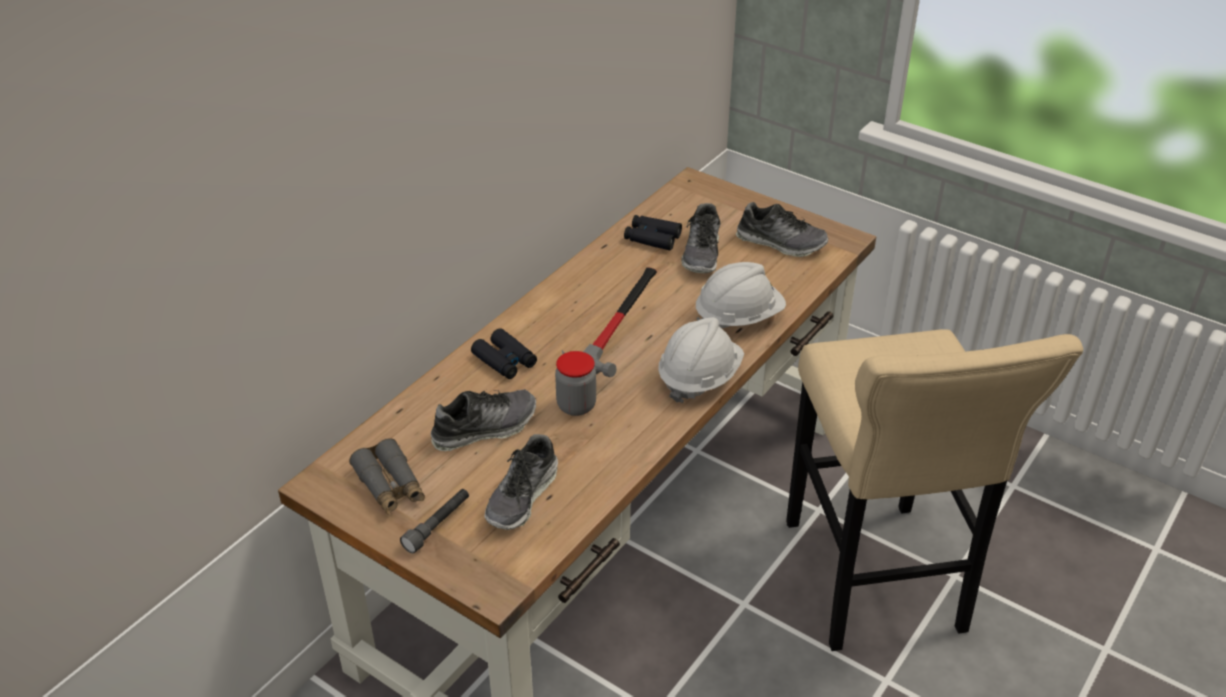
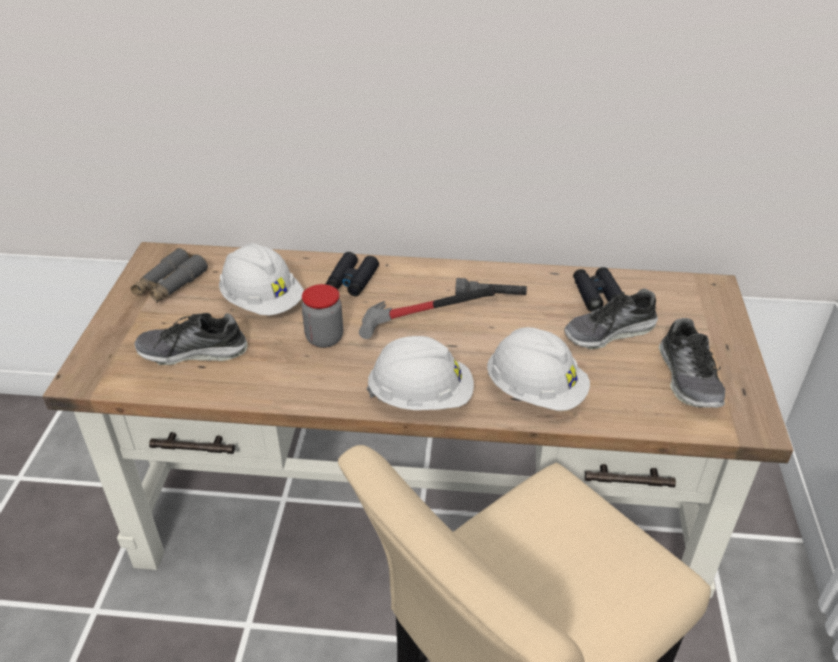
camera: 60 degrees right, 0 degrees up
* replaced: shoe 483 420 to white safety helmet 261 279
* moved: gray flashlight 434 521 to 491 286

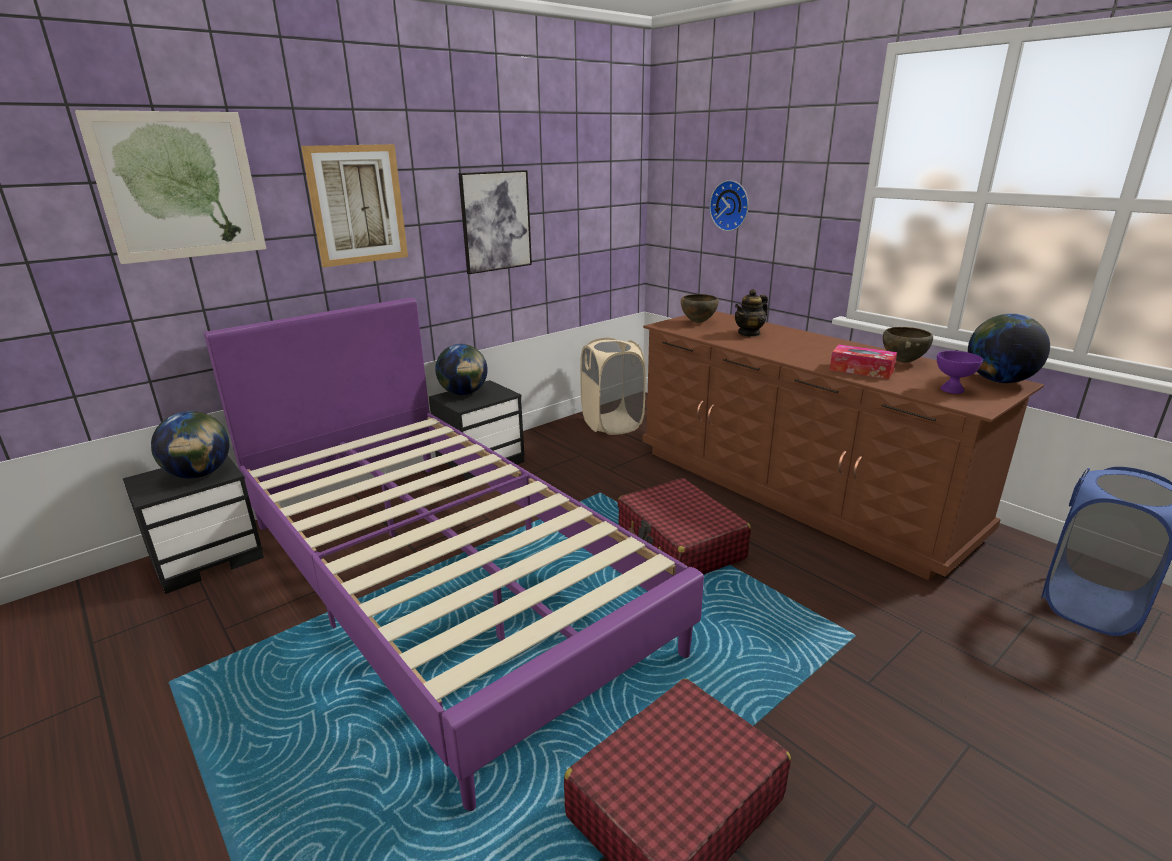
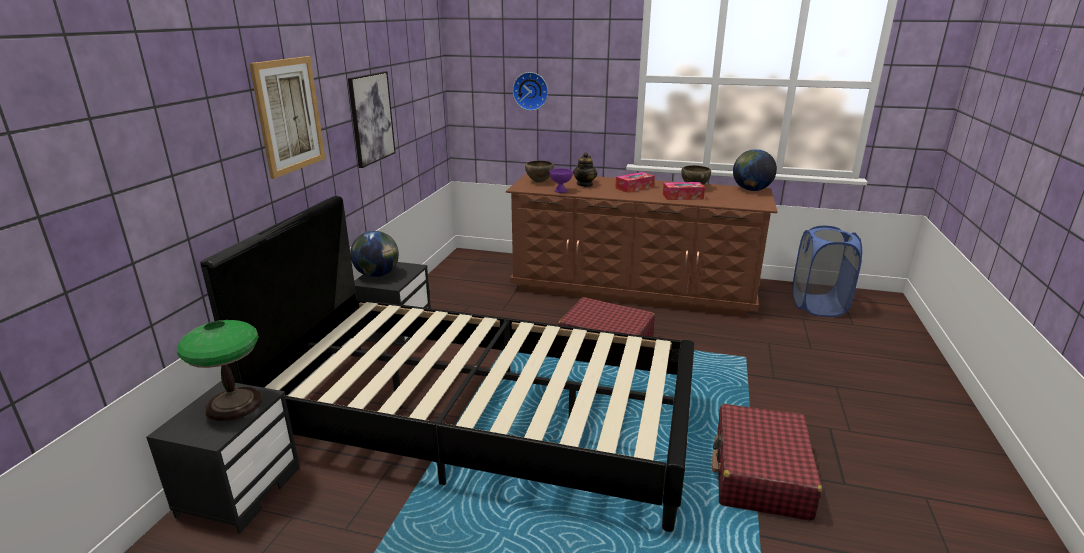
camera: 35 degrees left, 0 degrees up
* replaced: globe 190 444 to tabletop lamp 220 370
* recoloured: purple bed 454 554 to black-coloured bed 447 364
* moved: purple serving bowl 960 372 to 561 180
* added: tissue box 635 182
* removed: wall picture 170 187
* removed: beige-coloured hamper 613 386

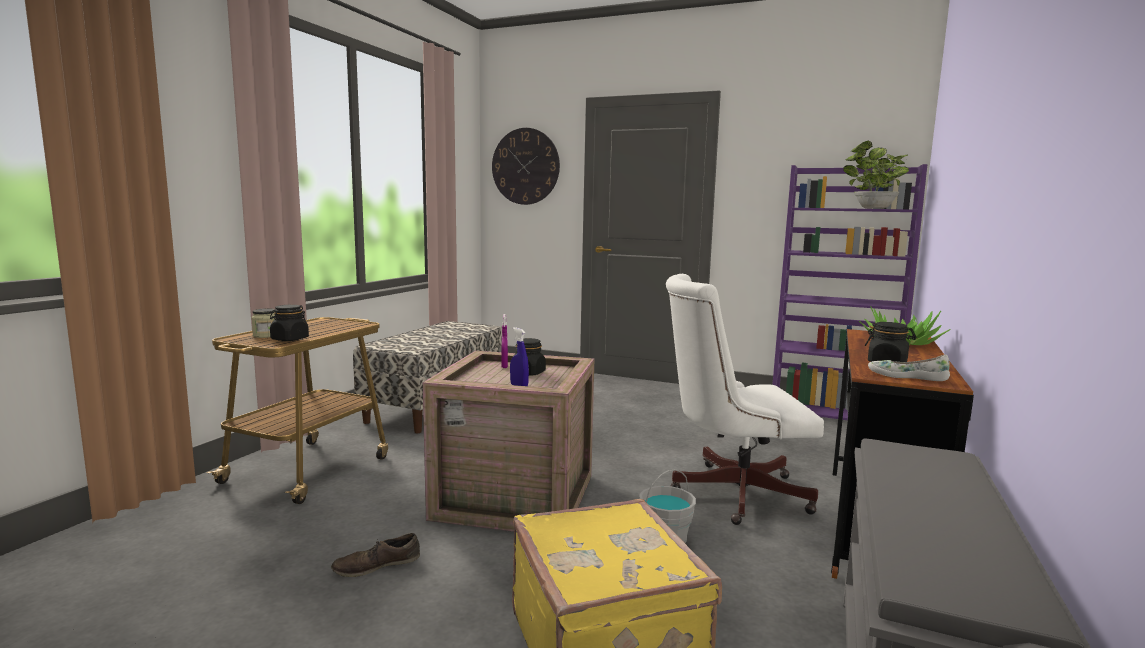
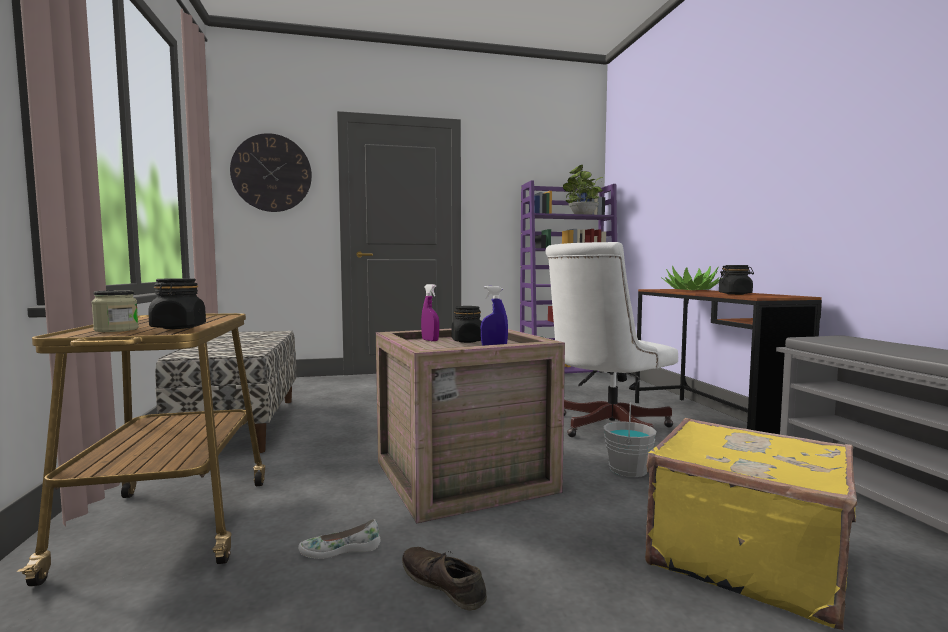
camera: 35 degrees left, 5 degrees down
* moved: white shoe 909 368 to 339 539
* turned: brownish shoe 375 555 = 444 578 105 degrees clockwise

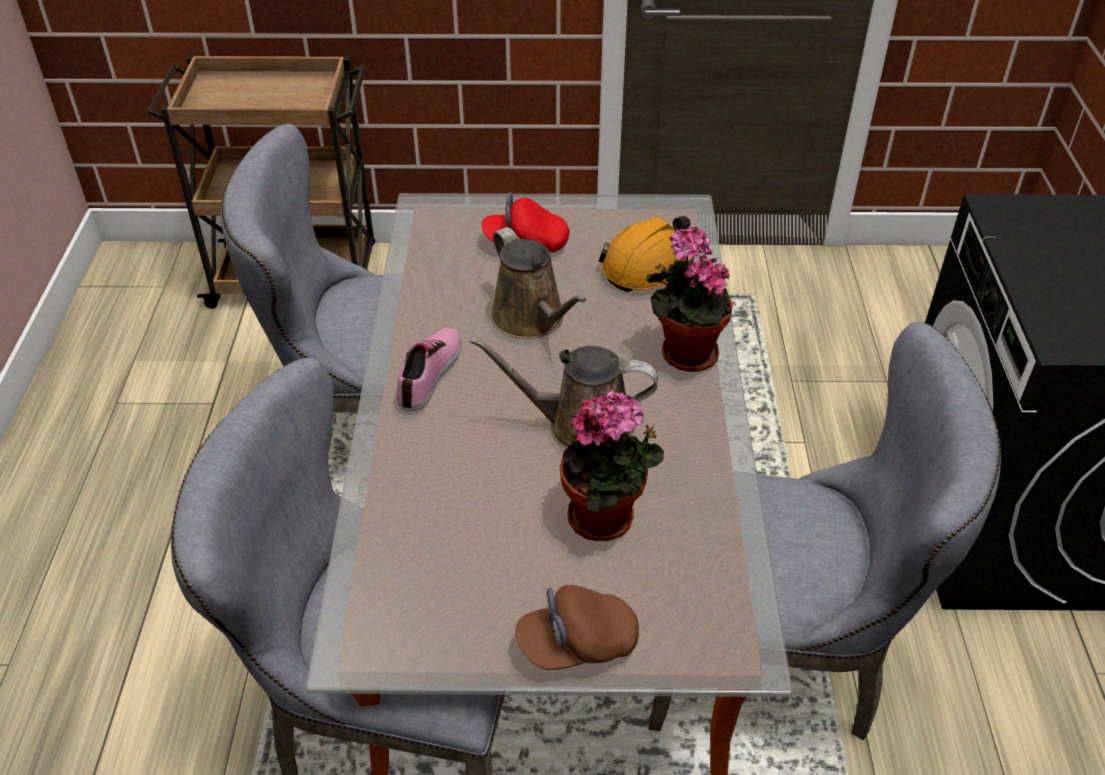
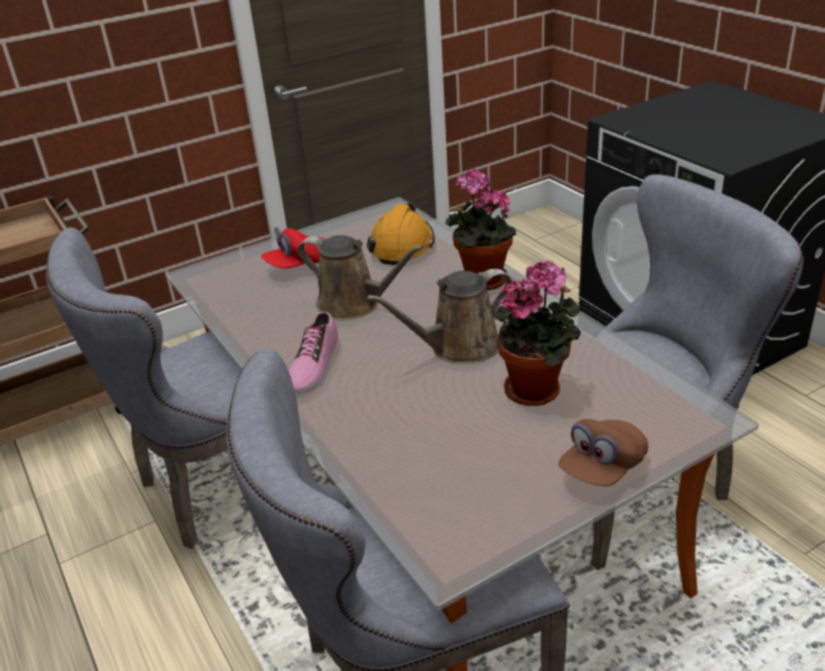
camera: 30 degrees left, 10 degrees down
* turned: shoe 429 370 = 313 352 150 degrees counterclockwise

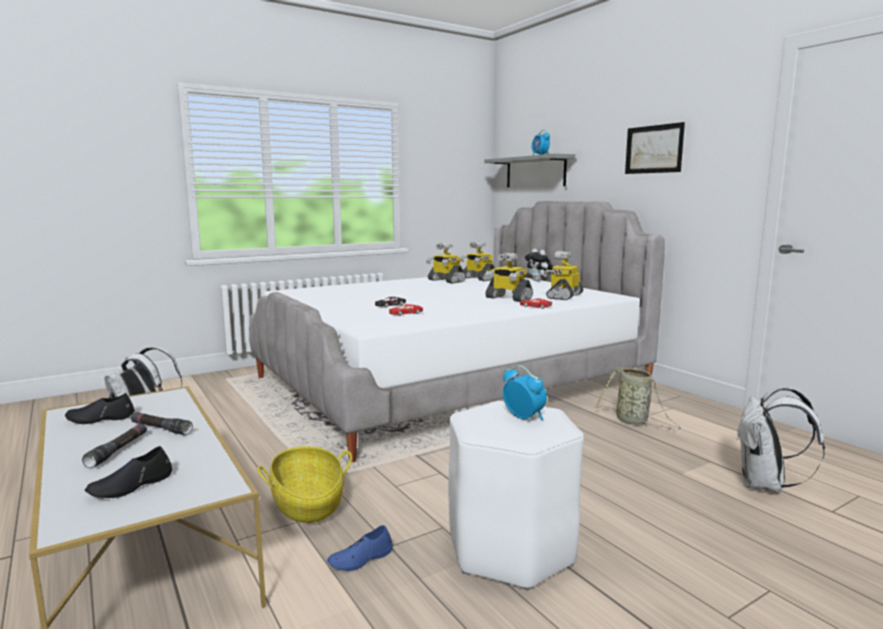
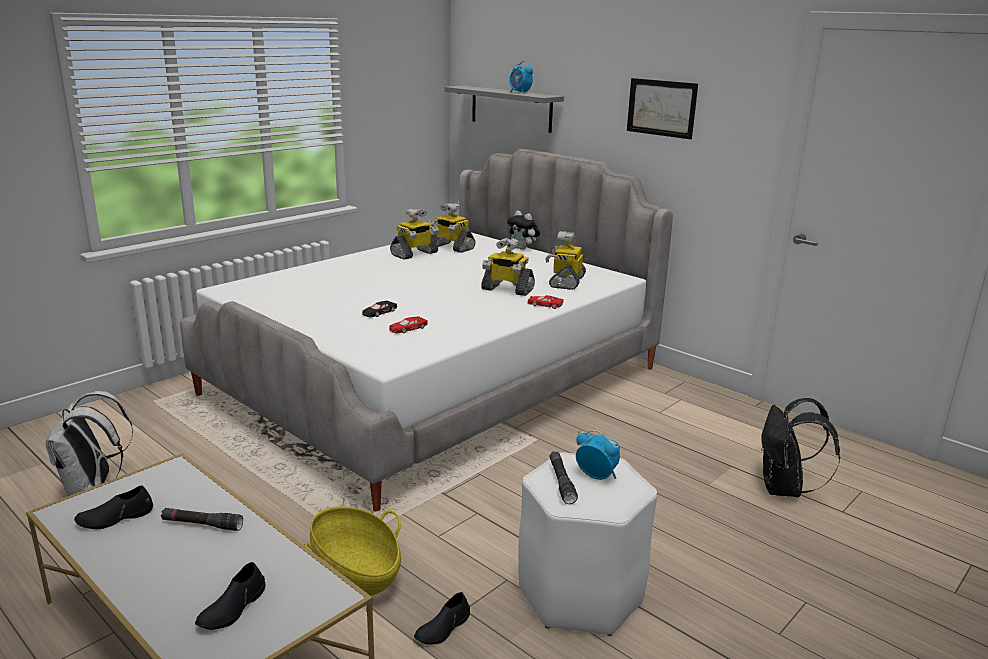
camera: 15 degrees left, 10 degrees up
* turned: model robot 446 263 = 414 234 75 degrees counterclockwise
* recoloured: blue shoe 360 548 to black-coloured shoe 442 618
* moved: black-coloured flashlight 114 446 to 563 478
* recoloured: white rucksack 780 440 to black-coloured rucksack 800 447
* removed: storage basket 638 398

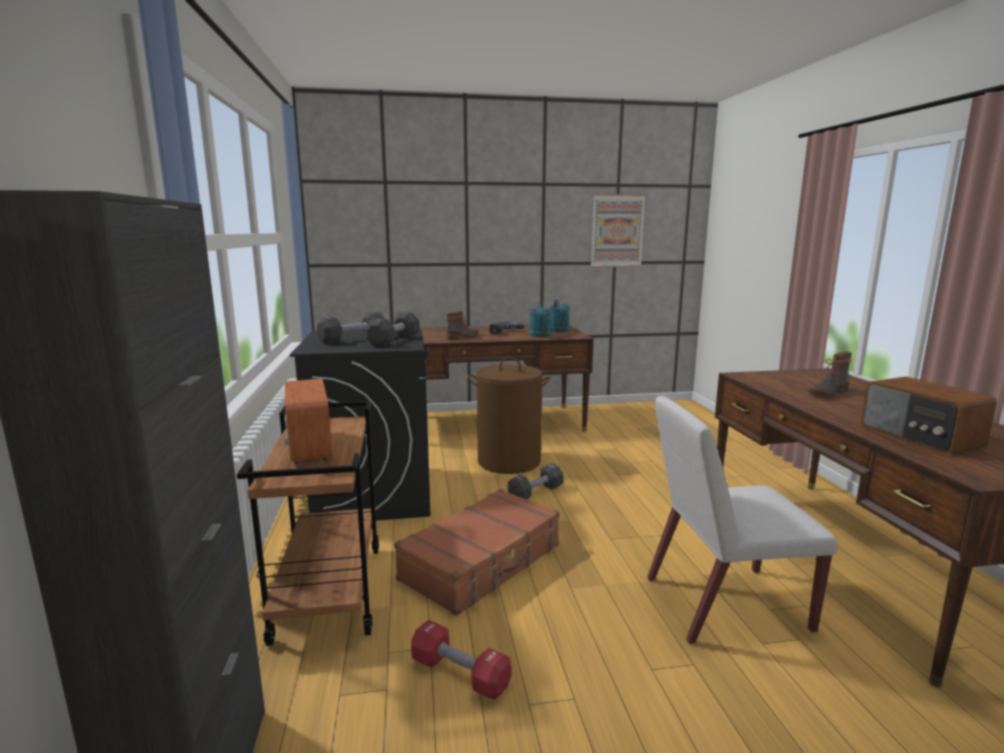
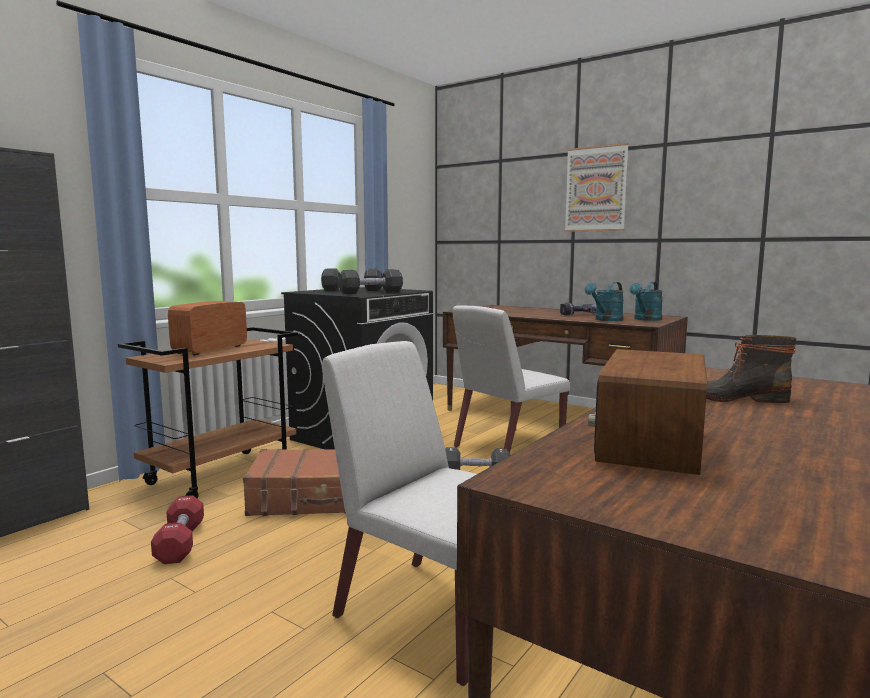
camera: 45 degrees right, 5 degrees down
* replaced: brownish hamper 509 415 to white plain chair 511 378
* moved: wall picture 618 230 to 597 187
* removed: tall boot 463 326

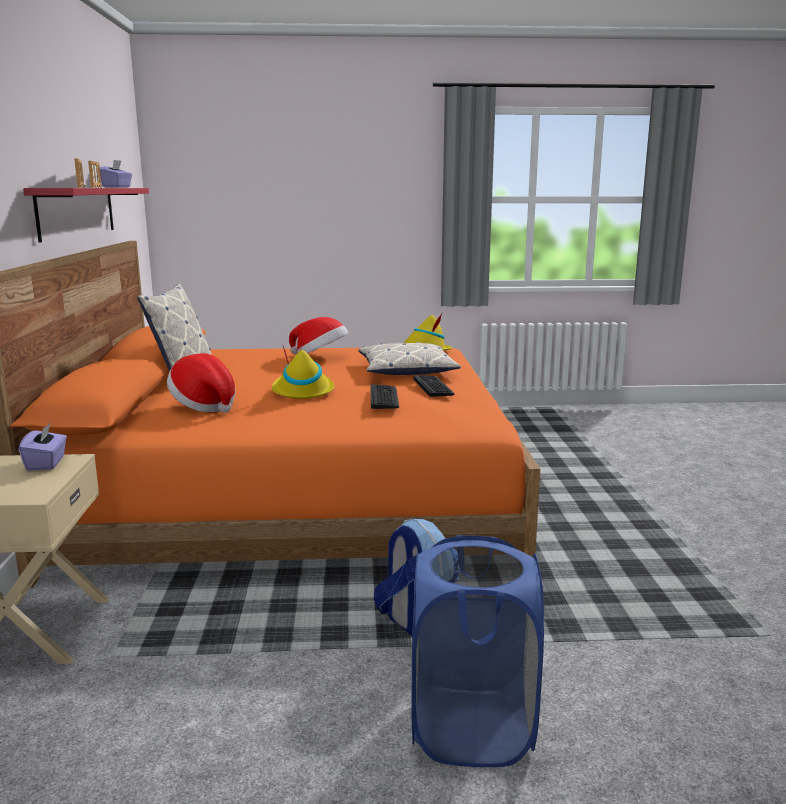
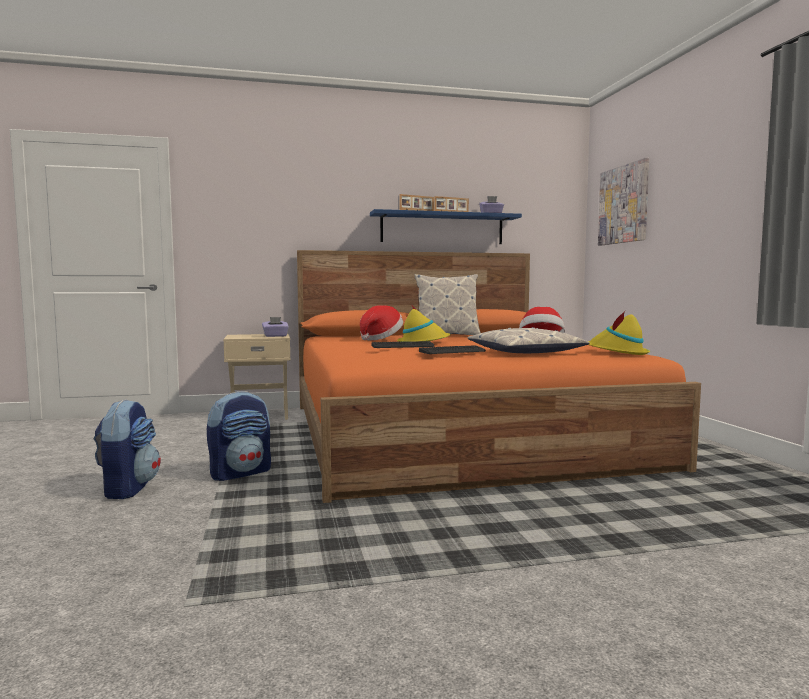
camera: 80 degrees right, 10 degrees down
* replaced: blue hamper 477 651 to rucksack 127 449
* recoloured: reddish wall shelf 86 215 to blue wall shelf 446 226
* added: wall picture 623 201

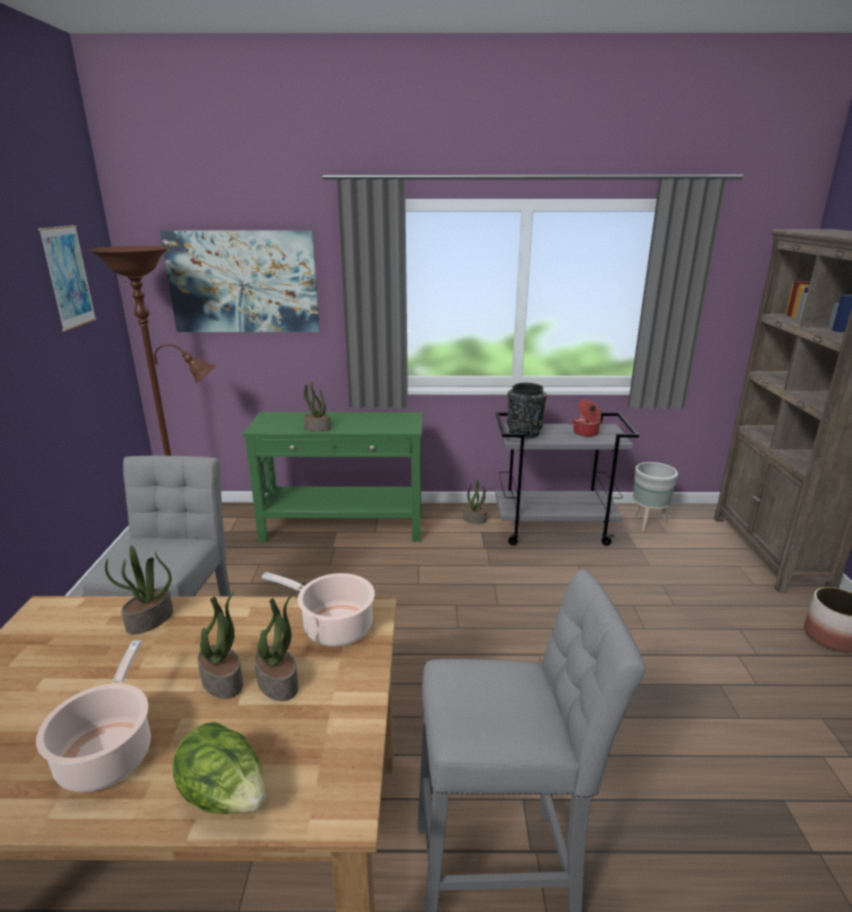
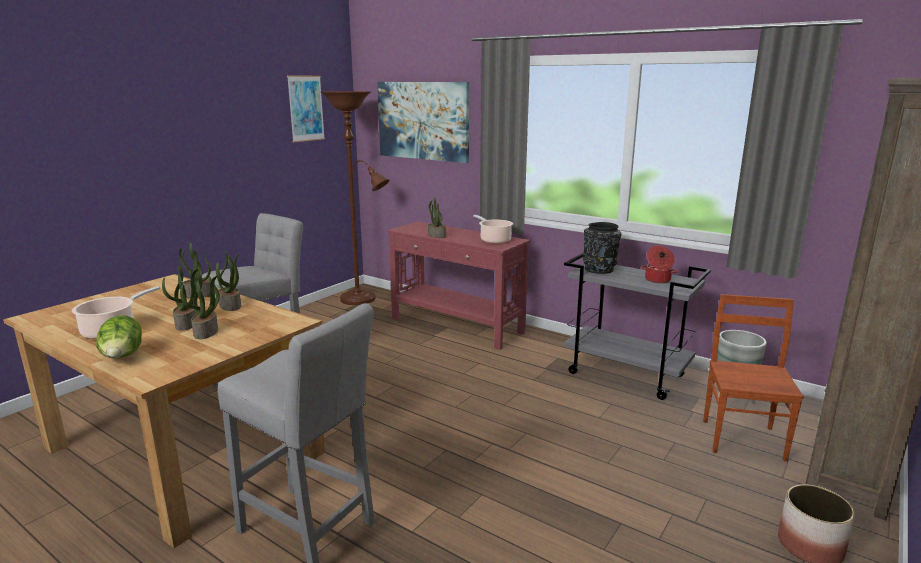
camera: 35 degrees right, 5 degrees down
* moved: plant in a pot 475 501 to 228 281
* recoloured: greenish console table 332 477 to reddish console table 458 285
* moved: saucepot 318 609 to 493 229
* added: brownish plain chair 753 378

